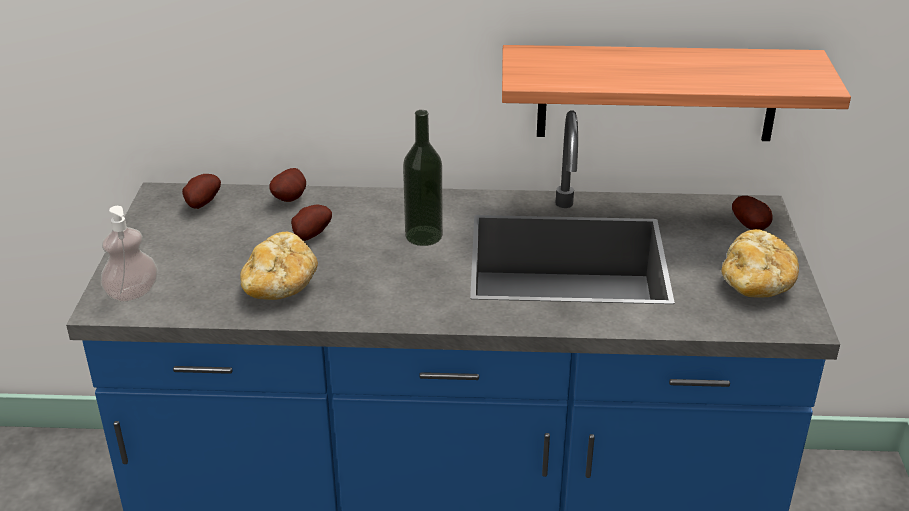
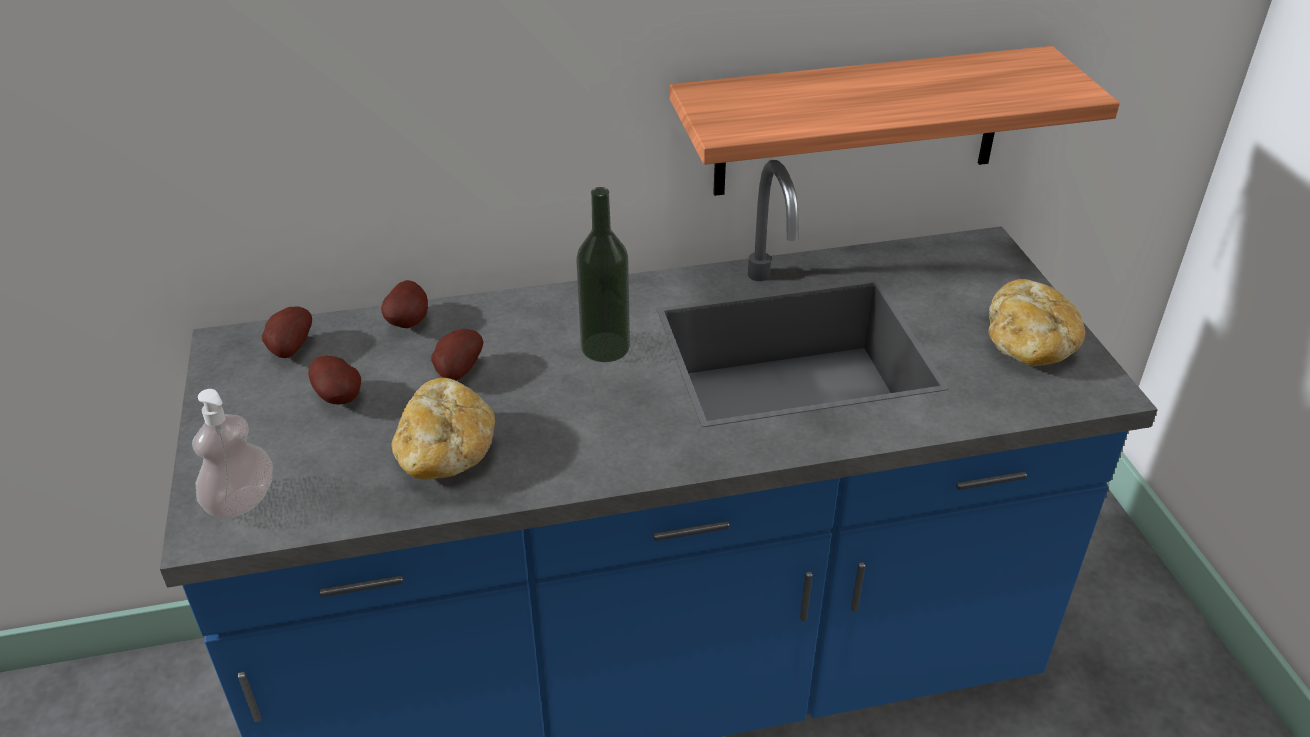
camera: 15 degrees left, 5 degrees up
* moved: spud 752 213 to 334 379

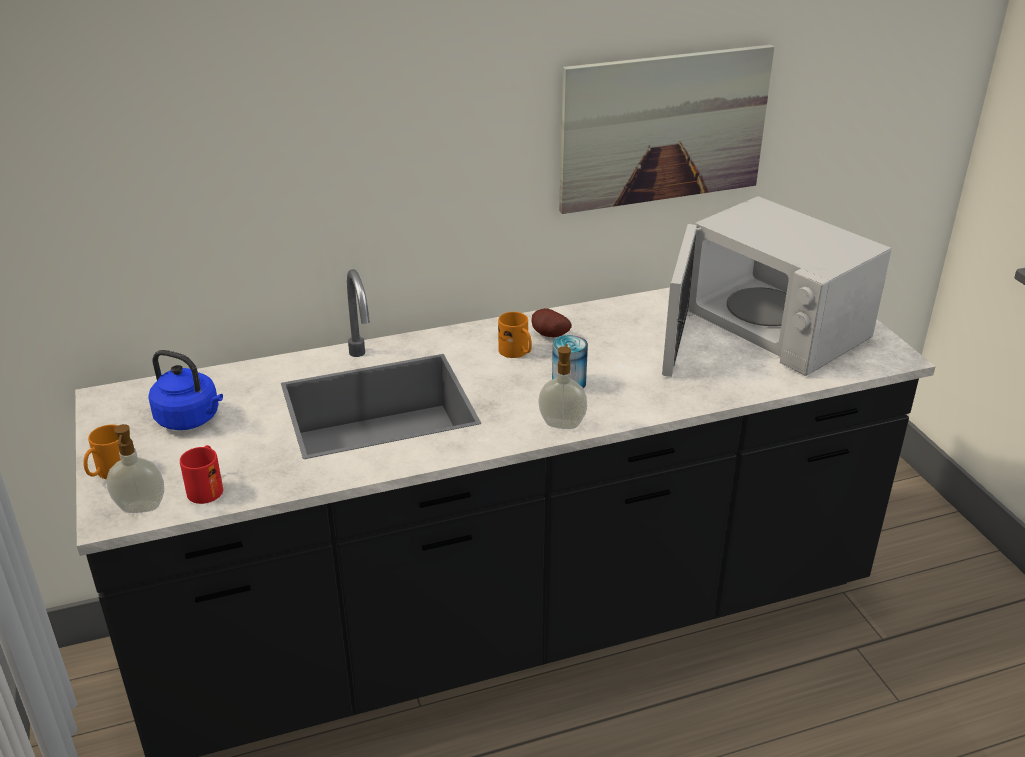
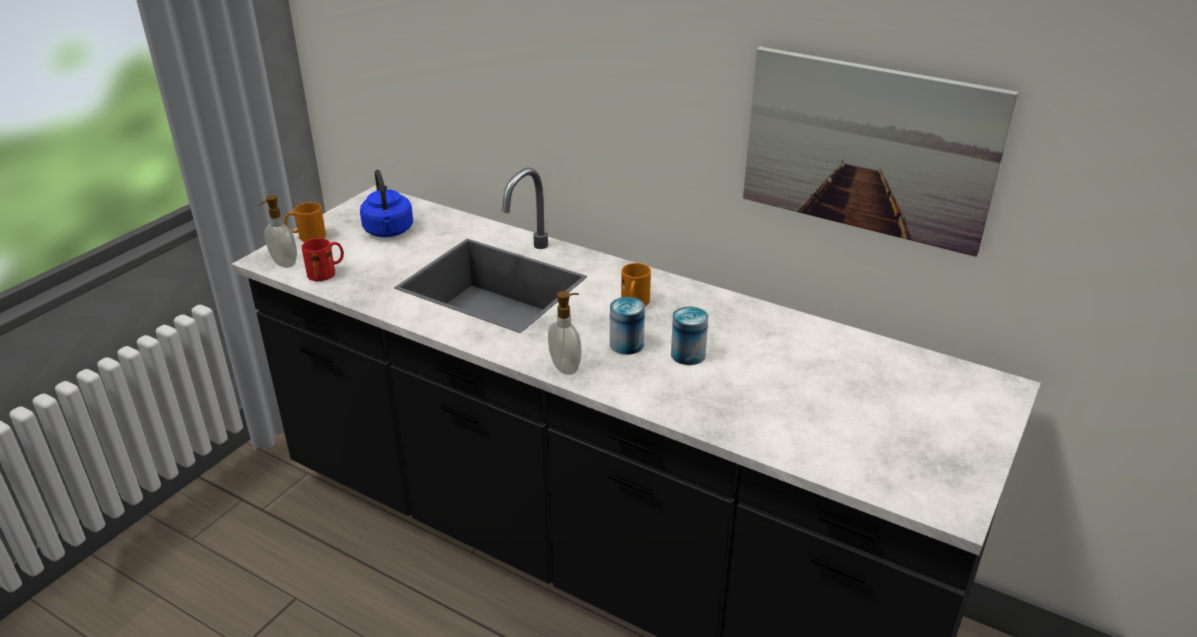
camera: 50 degrees right, 0 degrees up
* added: sealed can 689 336
* removed: spud 551 322
* removed: white microwave 777 286

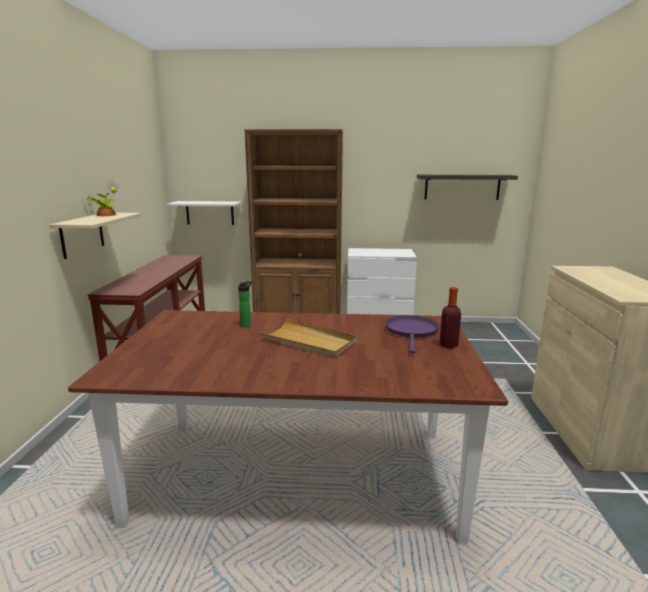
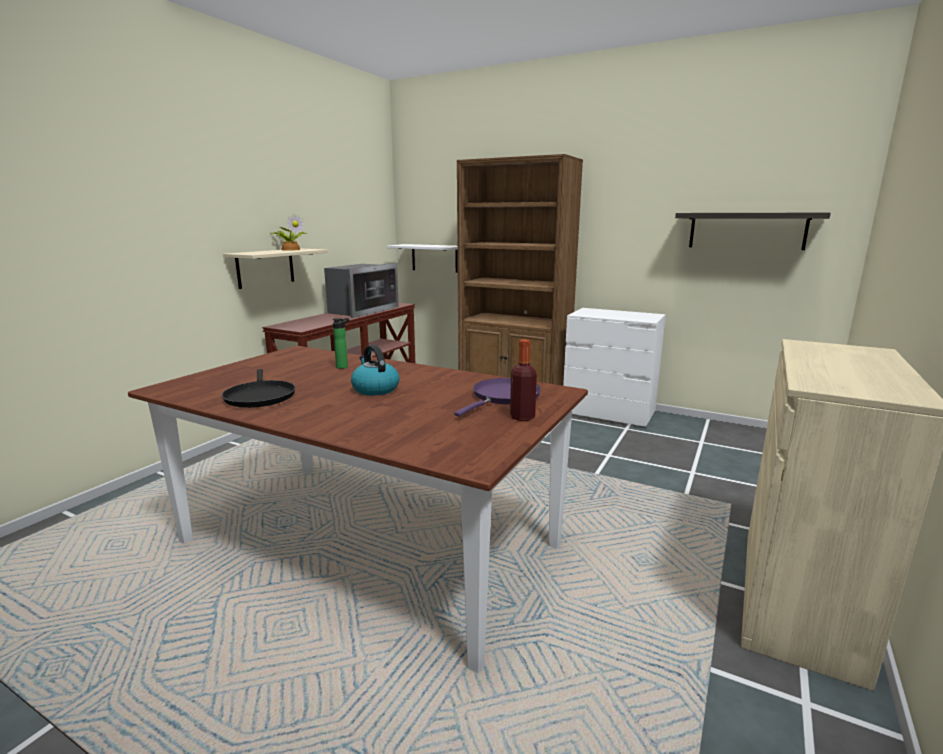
camera: 25 degrees right, 0 degrees up
* added: black-coloured pan 258 388
* added: microwave 361 290
* replaced: beige-coloured carrying tray 307 338 to tea kettle 375 370

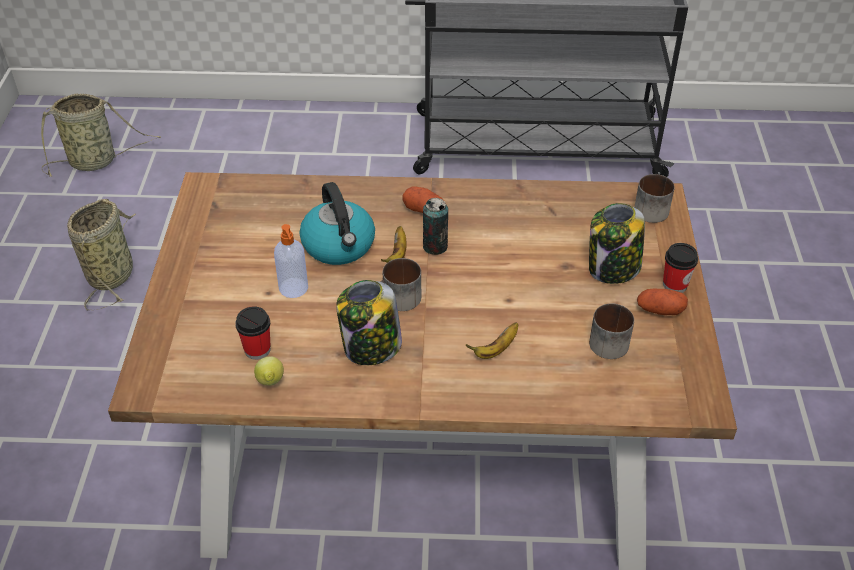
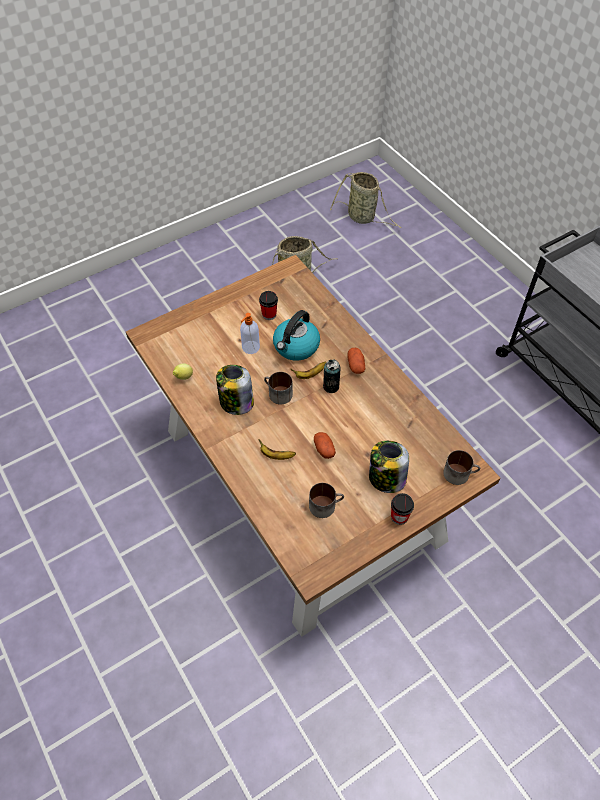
camera: 55 degrees right, 10 degrees up
* moved: cup 253 333 to 268 305
* moved: spud 662 302 to 325 445

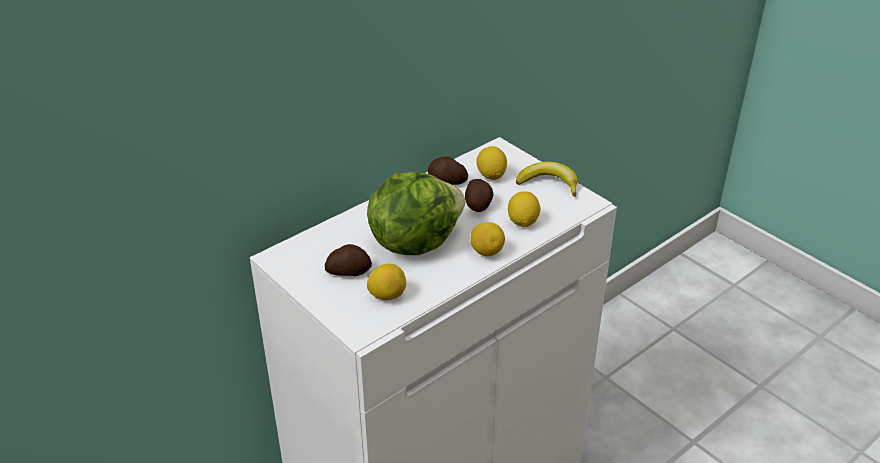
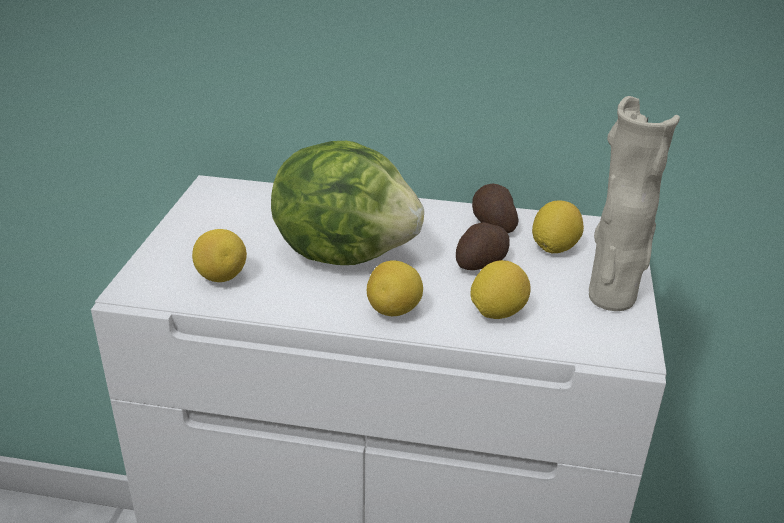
camera: 50 degrees right, 5 degrees down
* replaced: whole banana 547 179 to beige-coloured vase 634 203
* removed: spud 348 260

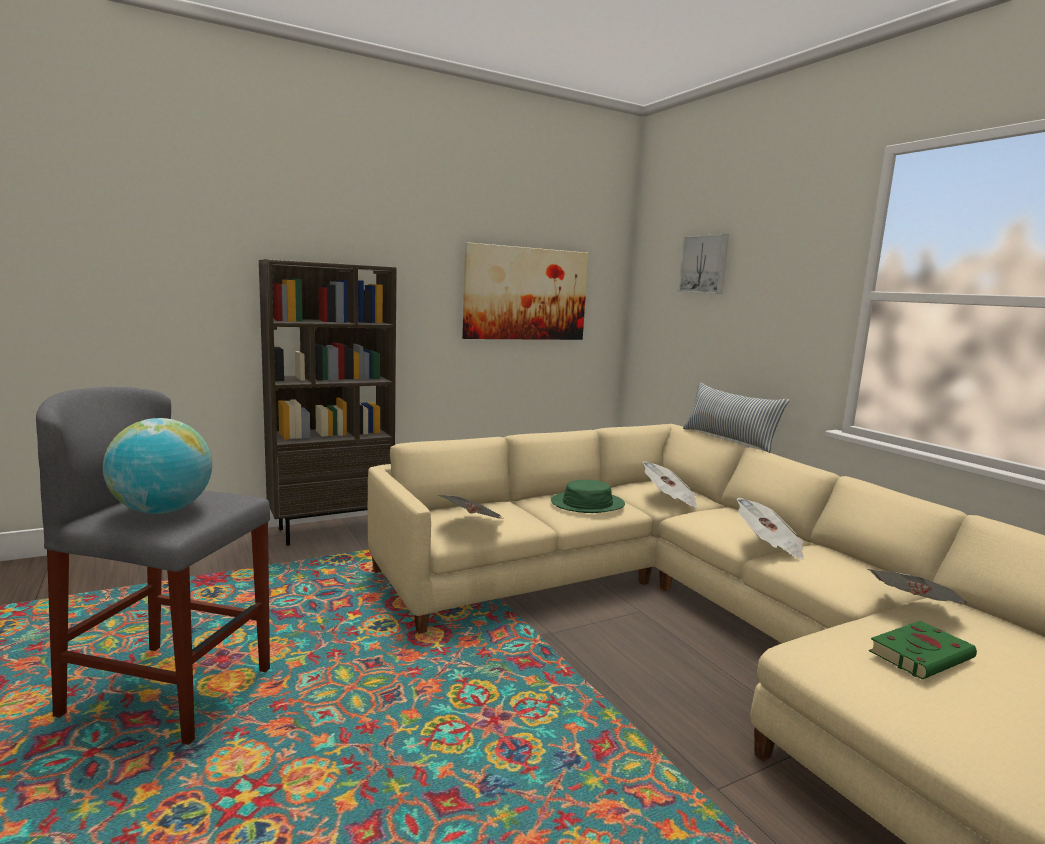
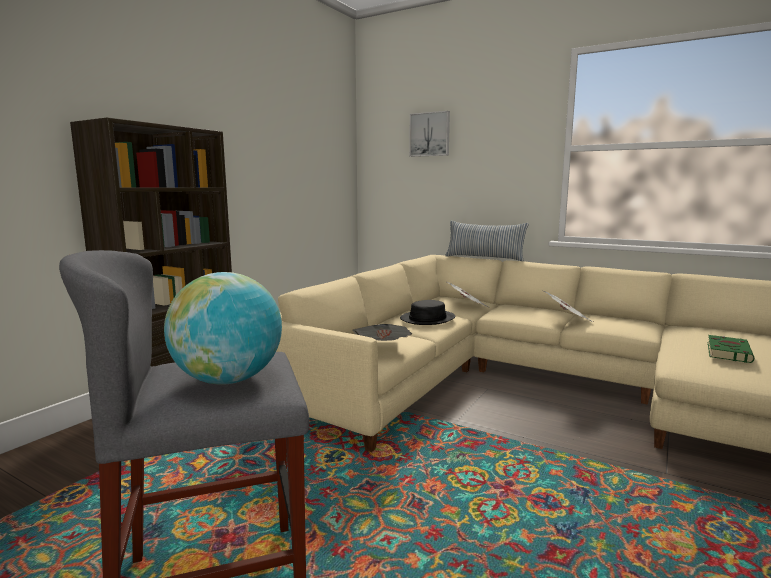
camera: 30 degrees left, 0 degrees up
* recoloured: greenish clothing hat 588 496 to black-coloured clothing hat 427 312
* removed: wall picture 525 291
* removed: newspaper 917 586

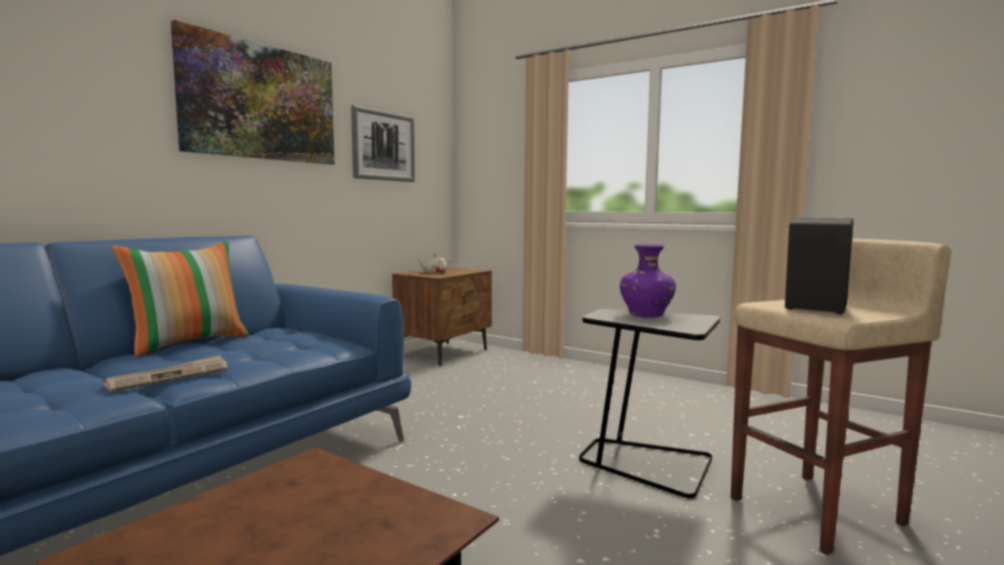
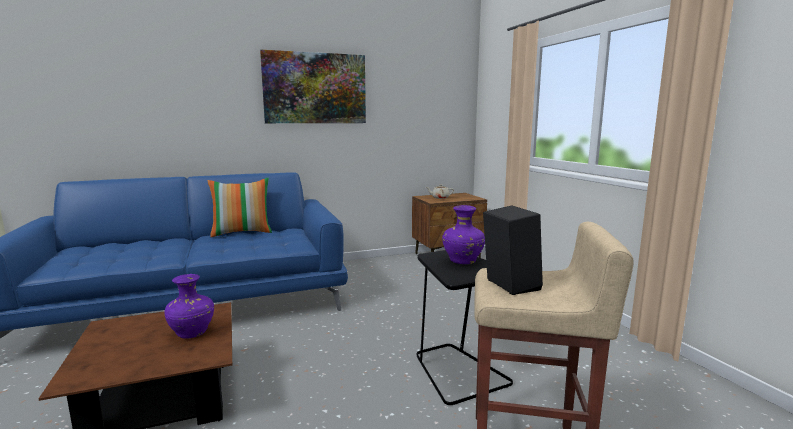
camera: 35 degrees right, 5 degrees up
* added: purple vase 189 306
* removed: newspaper 165 373
* removed: wall picture 383 143

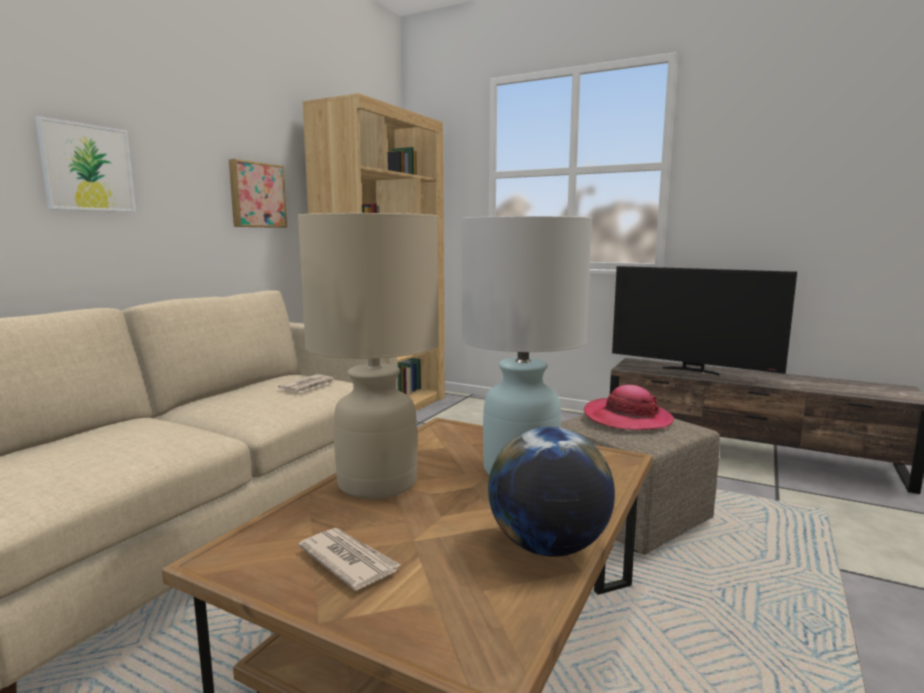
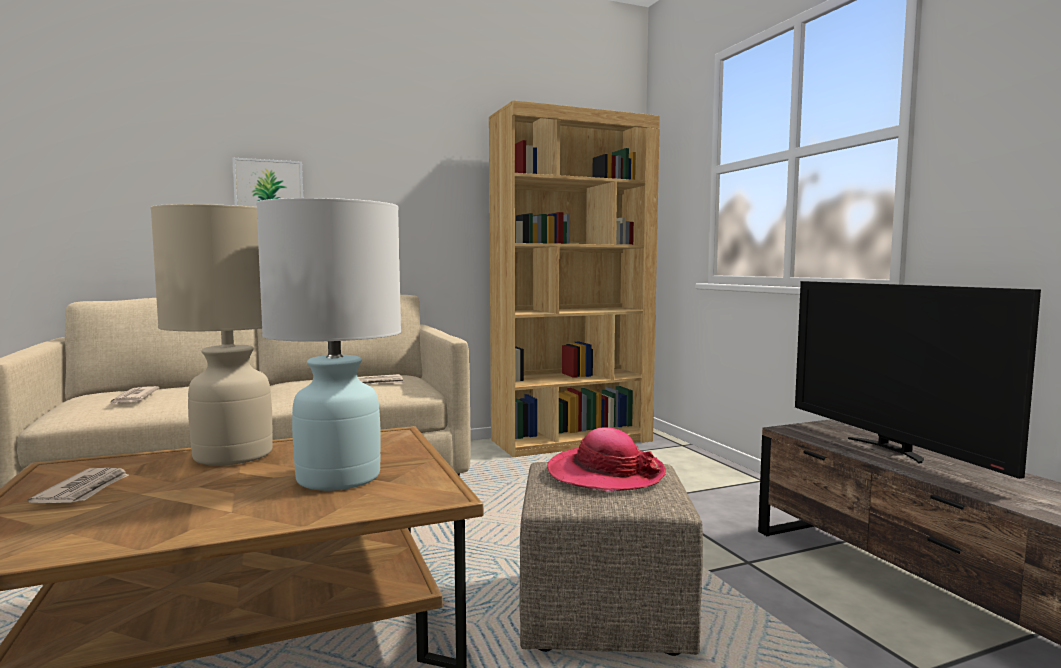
camera: 40 degrees right, 5 degrees down
* added: newspaper 134 395
* removed: wall picture 258 193
* removed: globe 551 492

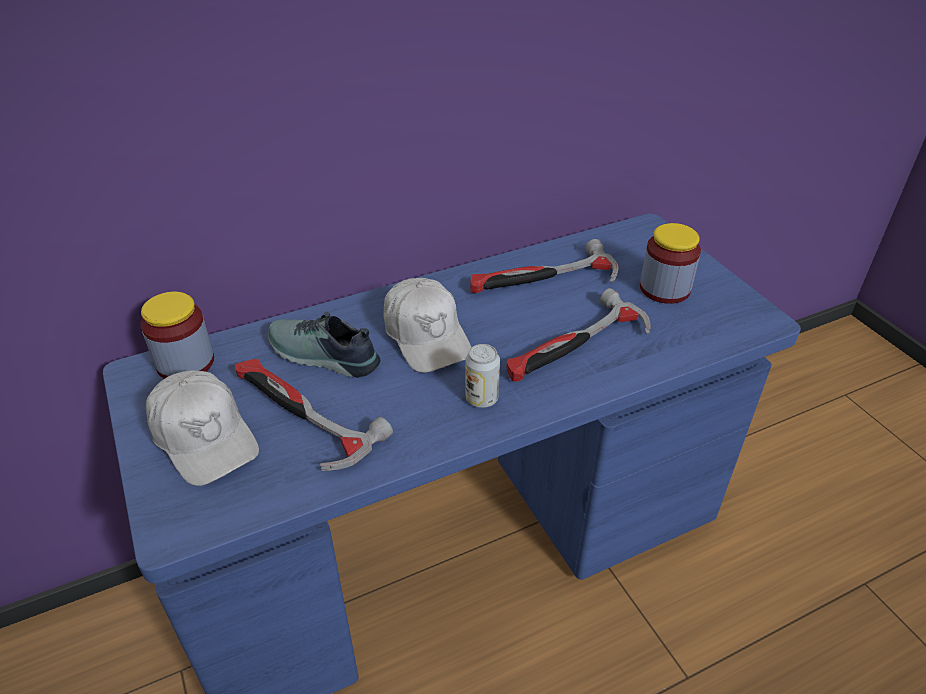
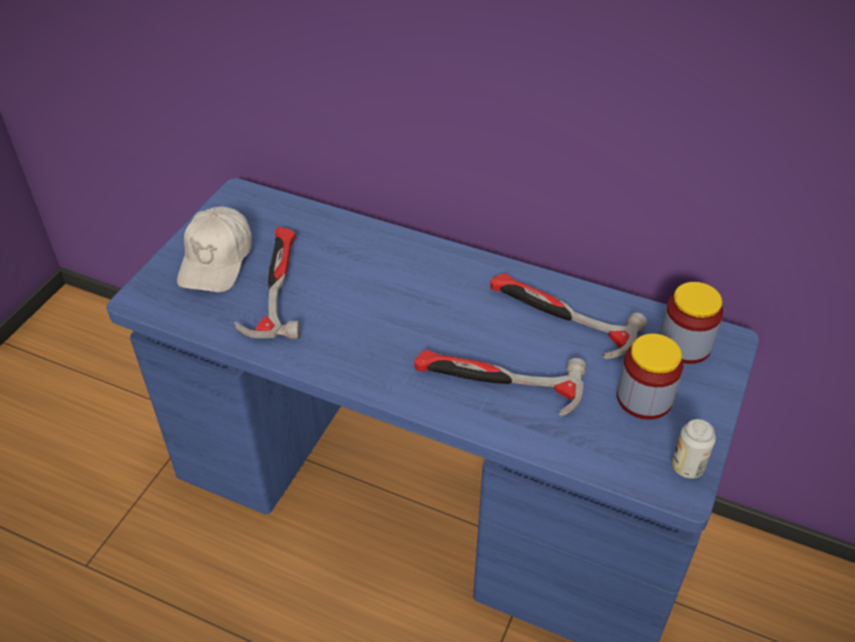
camera: 50 degrees right, 5 degrees up
* moved: jar 177 335 to 691 323
* moved: sealed can 482 376 to 694 449
* removed: shoe 324 345
* removed: white baseball cap 427 325

